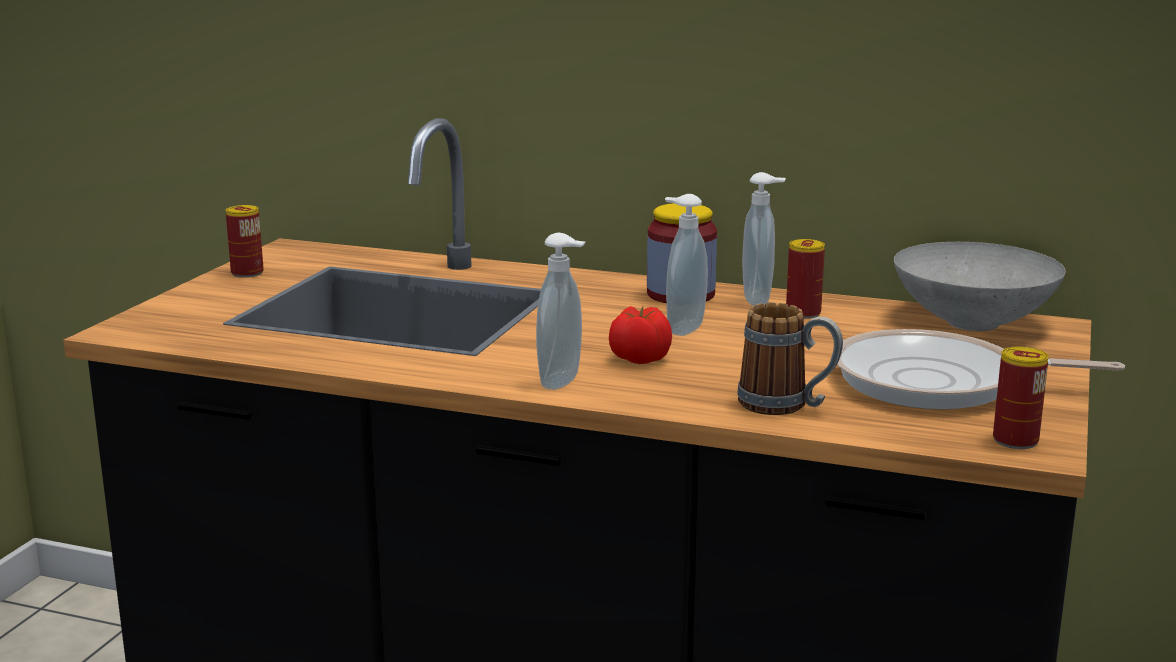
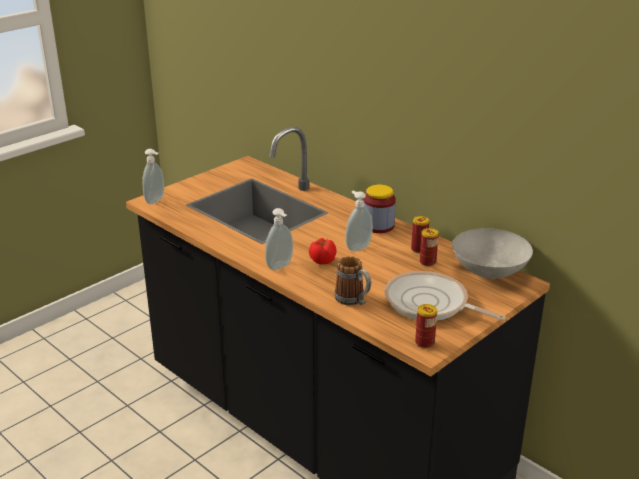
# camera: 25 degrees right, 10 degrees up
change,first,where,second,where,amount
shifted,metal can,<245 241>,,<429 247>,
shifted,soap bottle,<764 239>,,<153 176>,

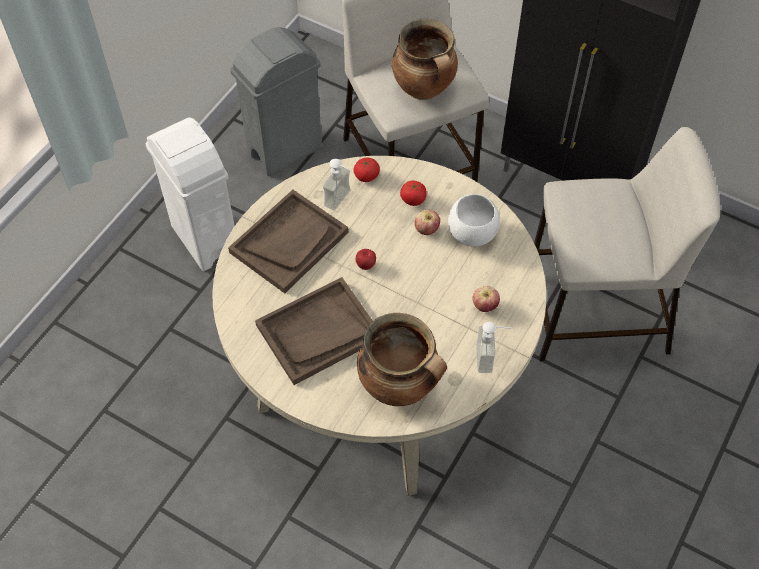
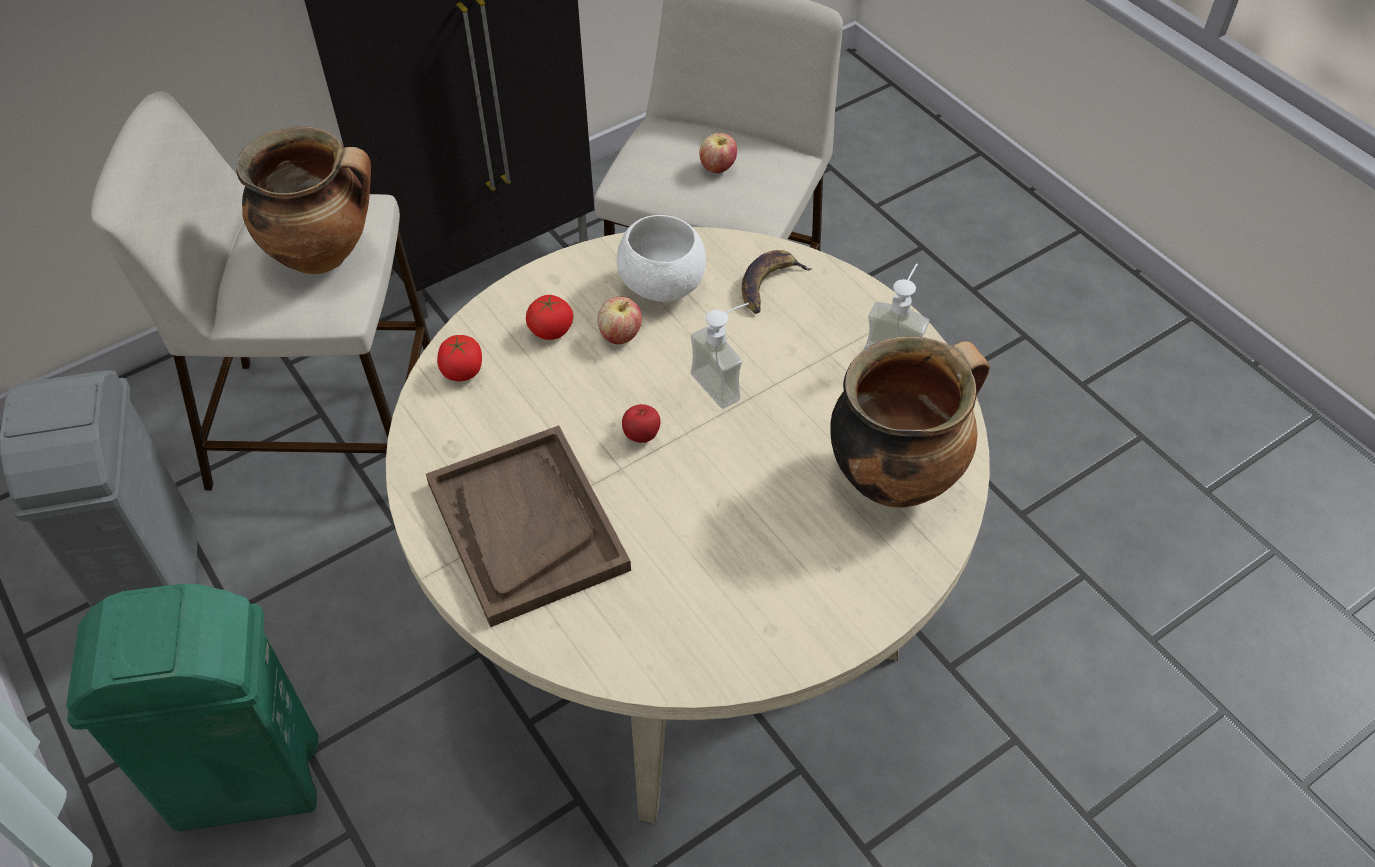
# camera: 65 degrees left, 5 degrees down
change,first,where,second,where,amount
repainted,white trash can,<190 194>,green trash can,<192 707>,
gone,brown-coloured serving tray,<314 331>,,,
shifted,soap bottle,<338 184>,,<720 356>,
shifted,apple,<486 299>,,<718 153>,
new,,,banana fruit,<777 282>,

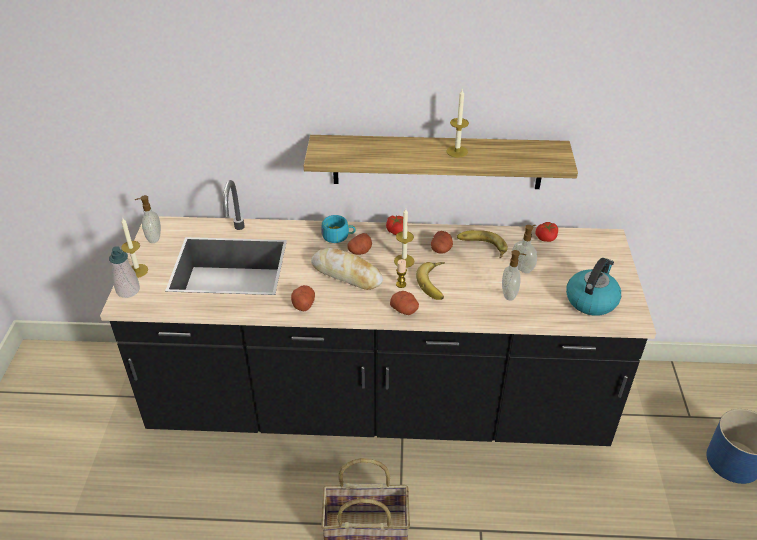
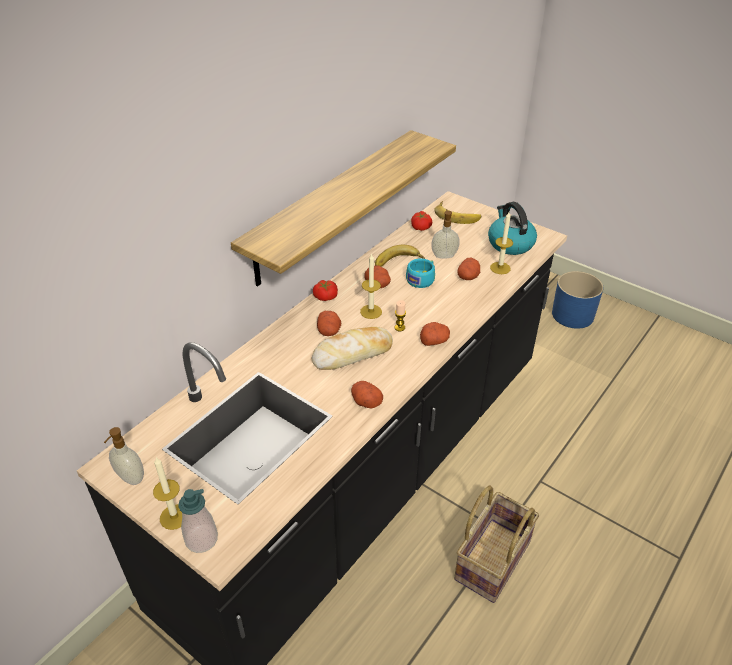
# camera: 55 degrees left, 0 degrees up
change,first,where,second,where,amount
shifted,turquoise-coloured small cup,<338 229>,,<420 273>,
shifted,banana fruit,<430 281>,,<457 212>,
shifted,candle,<457 123>,,<501 243>,
swapped,soap bottle,<514 275>,potato,<468 269>,

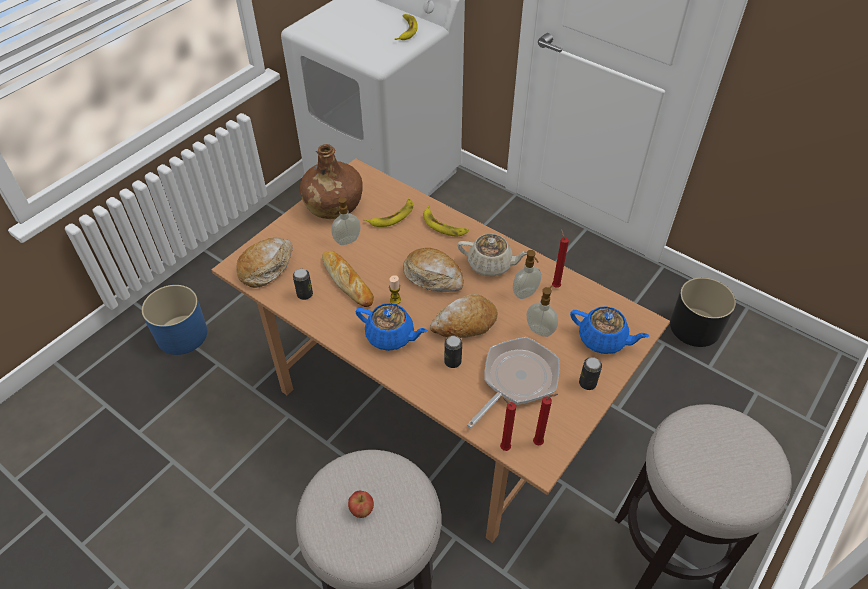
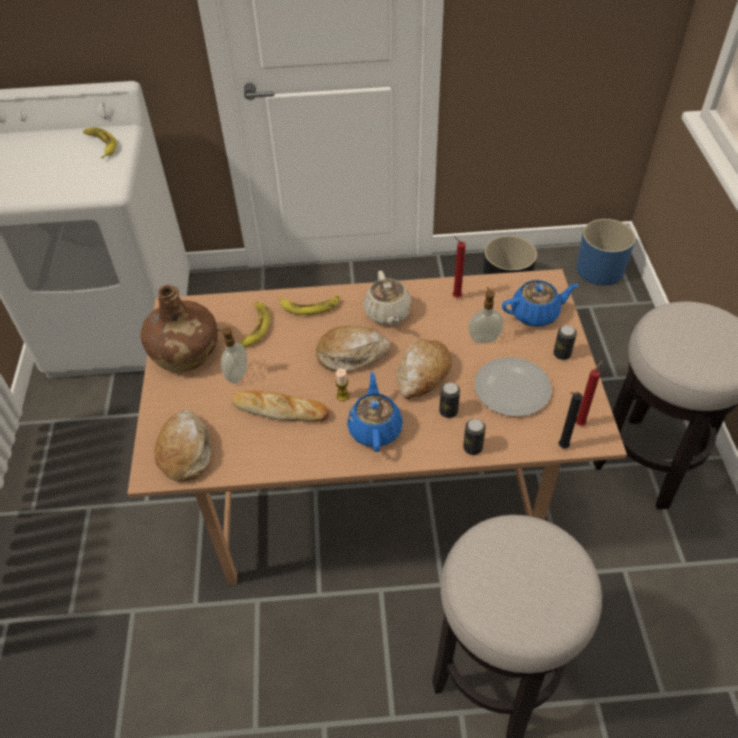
# camera: 40 degrees left, 0 degrees up
change,first,where,second,where,amount
shifted,bluish plant pot,<174 320>,,<605 252>,
shifted,metal can,<303 284>,,<474 437>,
gone,apple,<361 504>,,,
rotated,bluish teapot,<392 327>,,<375 412>,75 degrees counterclockwise
rotated,beige teapot,<492 255>,,<388 298>,105 degrees clockwise
swapped,frying pan,<513 382>,plate,<513 387>,
repainted,reddish candle,<508 424>,black candle,<571 420>,
gone,soap bottle,<527 274>,,,

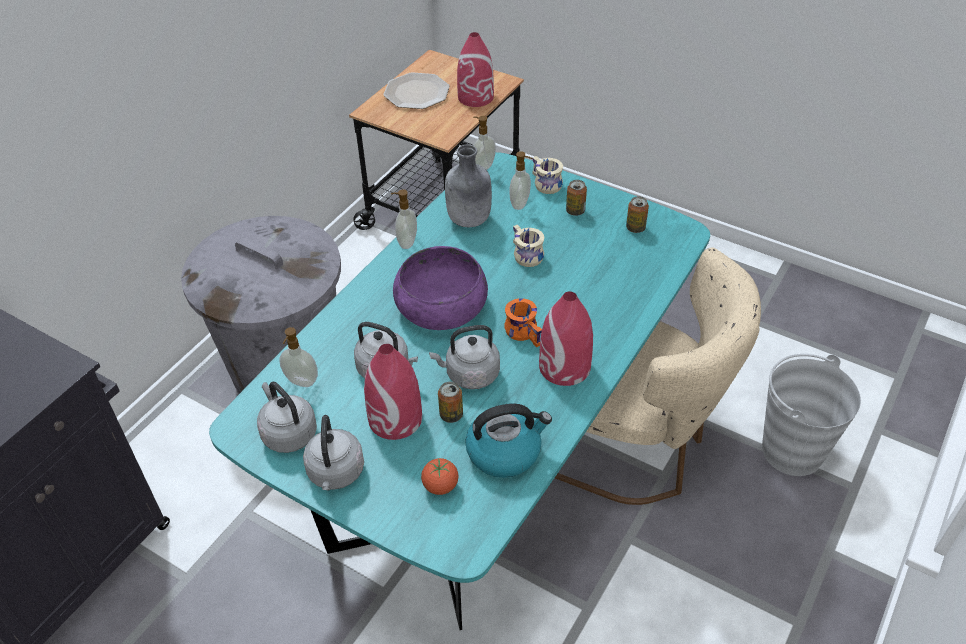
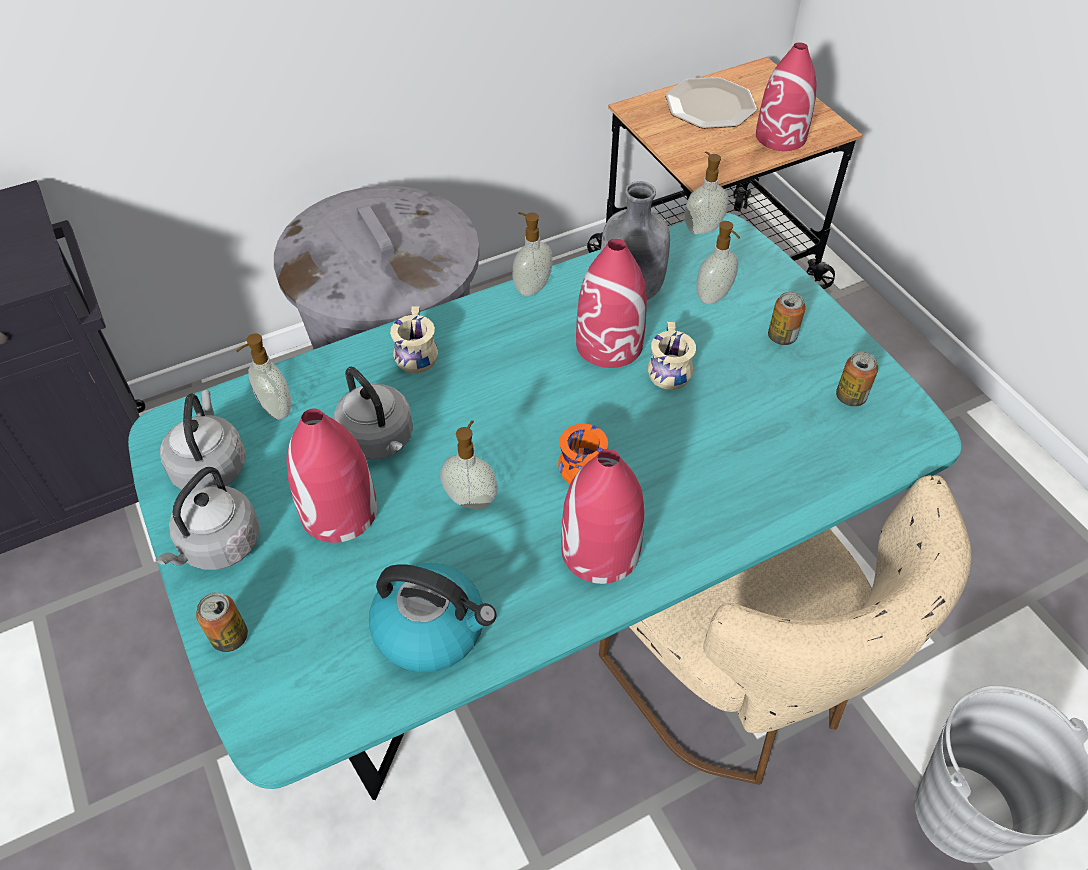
# camera: 30 degrees right, 5 degrees up
change,first,where,second,where,amount
gone,purple serving bowl,<440 288>,,,
gone,whole tomato,<439 476>,,,
swapped,grey tea kettle,<464 357>,soap bottle,<469 465>,
shifted,metal can,<450 402>,,<222 622>,
shifted,beige coffee mug,<547 175>,,<414 340>,
new,,,reddish vase,<611 303>,

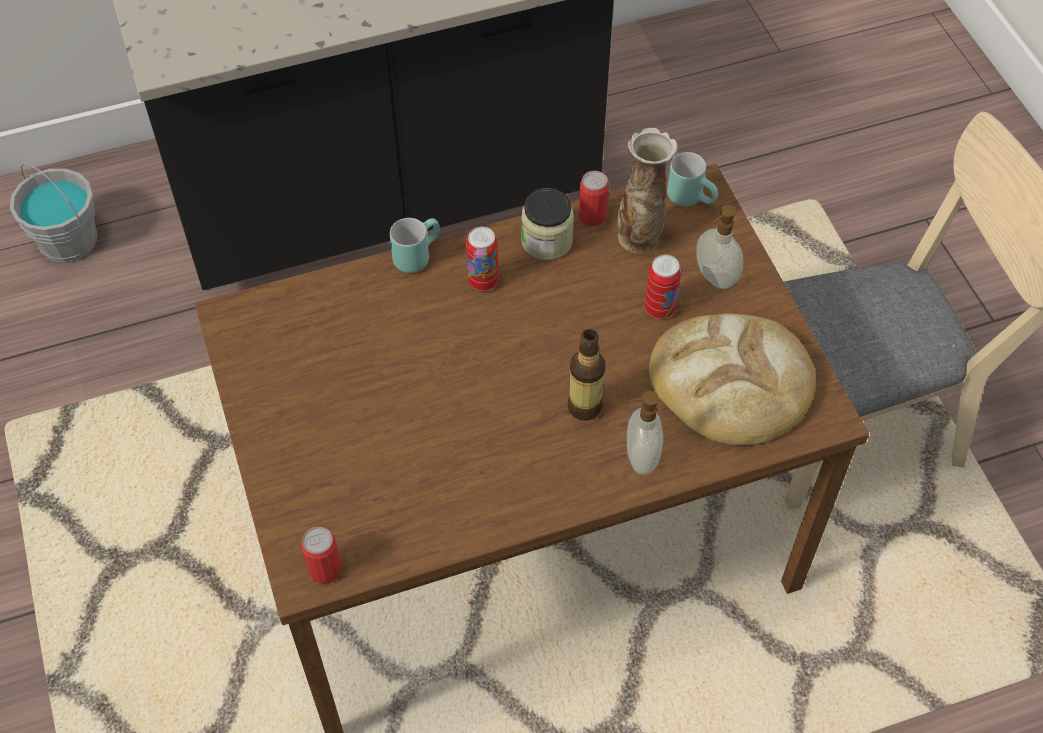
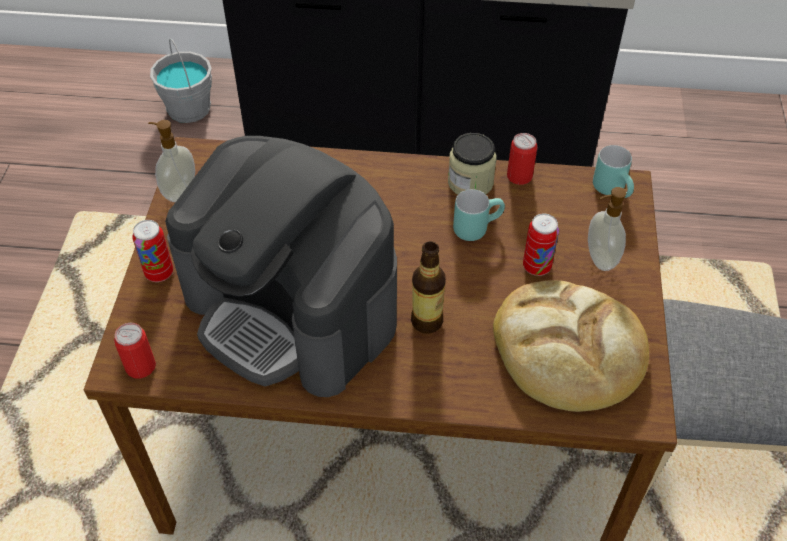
# camera: 25 degrees right, 5 degrees down
change,first,where,second,where,amount
shifted,turquoise-coloured coffee mug,<415 245>,,<479 215>,
shifted,metal can,<482 259>,,<152 251>,
gone,vase,<647 191>,,,
shifted,soap bottle,<645 433>,,<171 161>,
new,,,coffee maker,<281 266>,

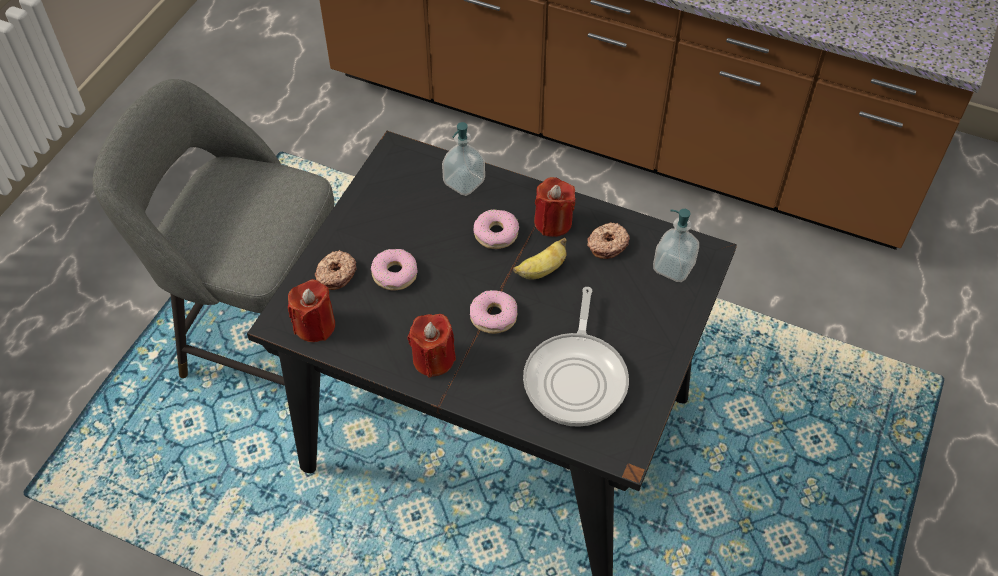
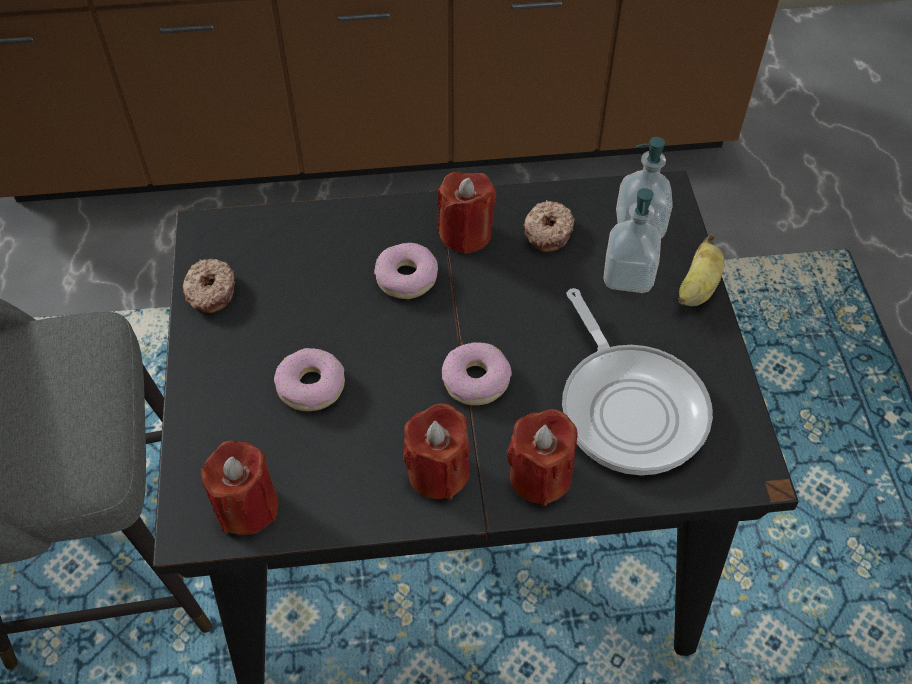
# camera: 30 degrees left, 0 degrees up
change,first,where,second,where,amount
shifted,donut,<336 270>,,<209 286>,
shifted,soap bottle,<463 159>,,<632 240>,
shifted,banana fruit,<540 259>,,<701 270>,
new,,,reddish candle,<542 457>,

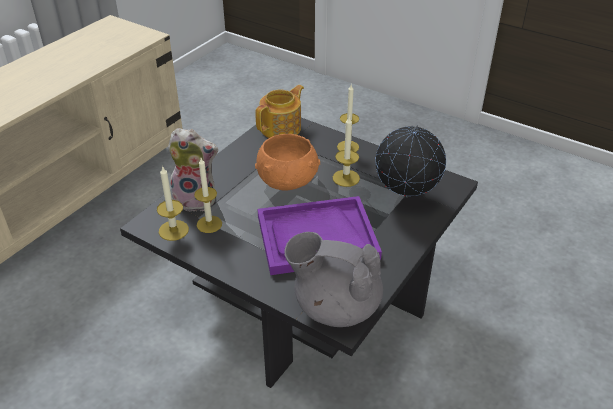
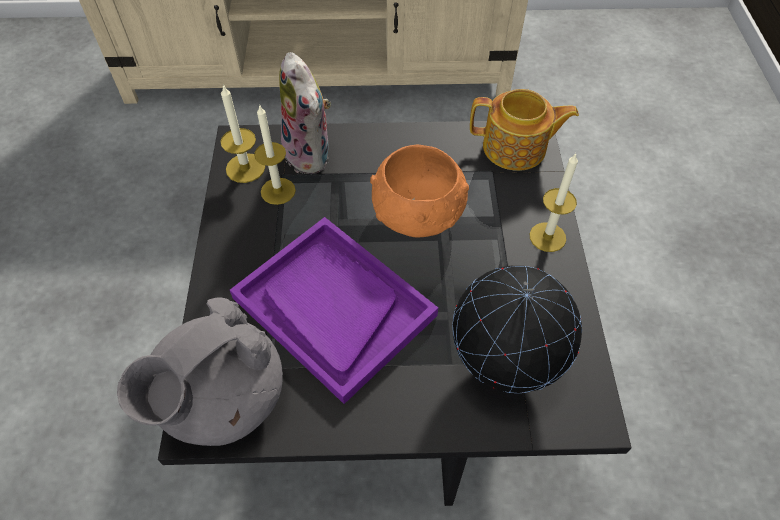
# camera: 55 degrees right, 15 degrees up
change,first,where,second,where,amount
rotated,grey teapot,<333 279>,,<200 371>,120 degrees counterclockwise
gone,candle,<346 152>,,,

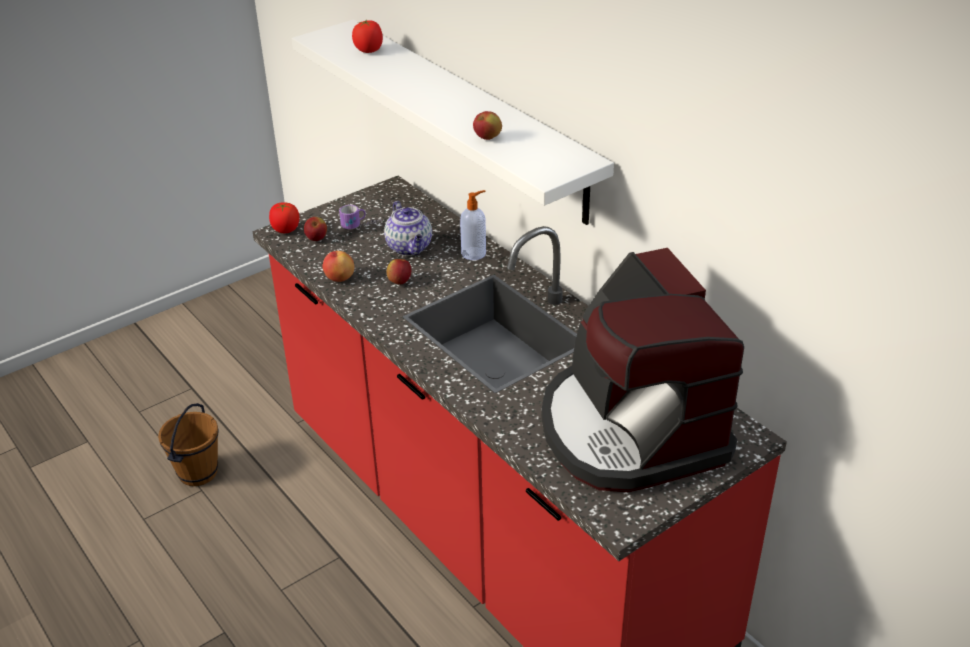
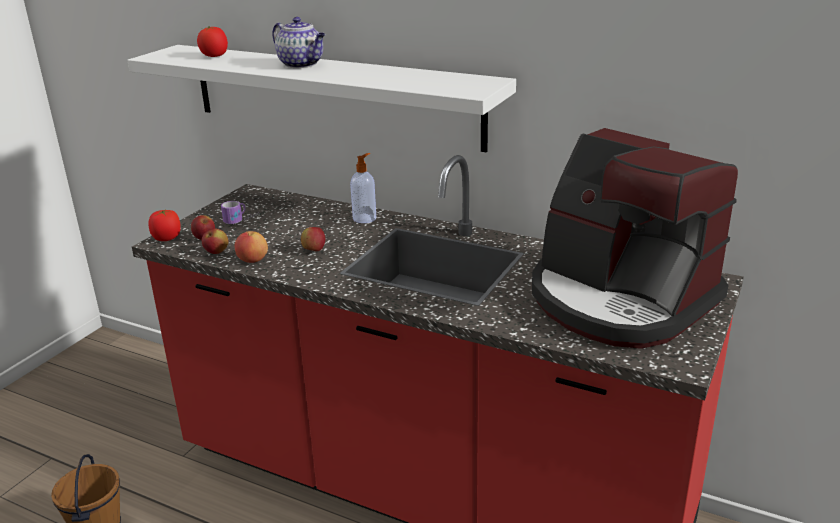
# camera: 25 degrees left, 10 degrees down
change,first,where,second,where,amount
shifted,teapot,<408 228>,,<298 42>,
shifted,apple,<487 125>,,<215 241>,

